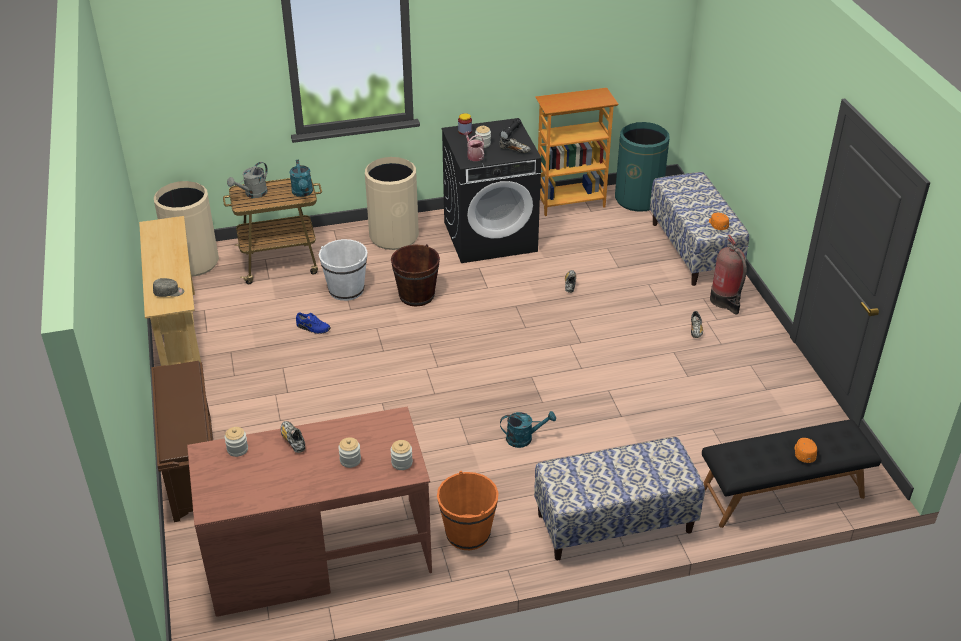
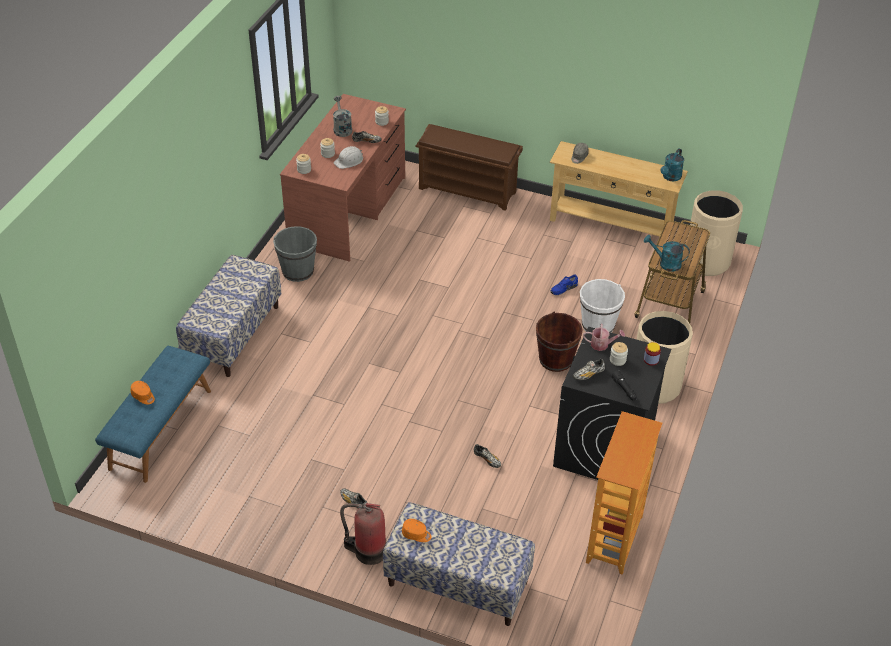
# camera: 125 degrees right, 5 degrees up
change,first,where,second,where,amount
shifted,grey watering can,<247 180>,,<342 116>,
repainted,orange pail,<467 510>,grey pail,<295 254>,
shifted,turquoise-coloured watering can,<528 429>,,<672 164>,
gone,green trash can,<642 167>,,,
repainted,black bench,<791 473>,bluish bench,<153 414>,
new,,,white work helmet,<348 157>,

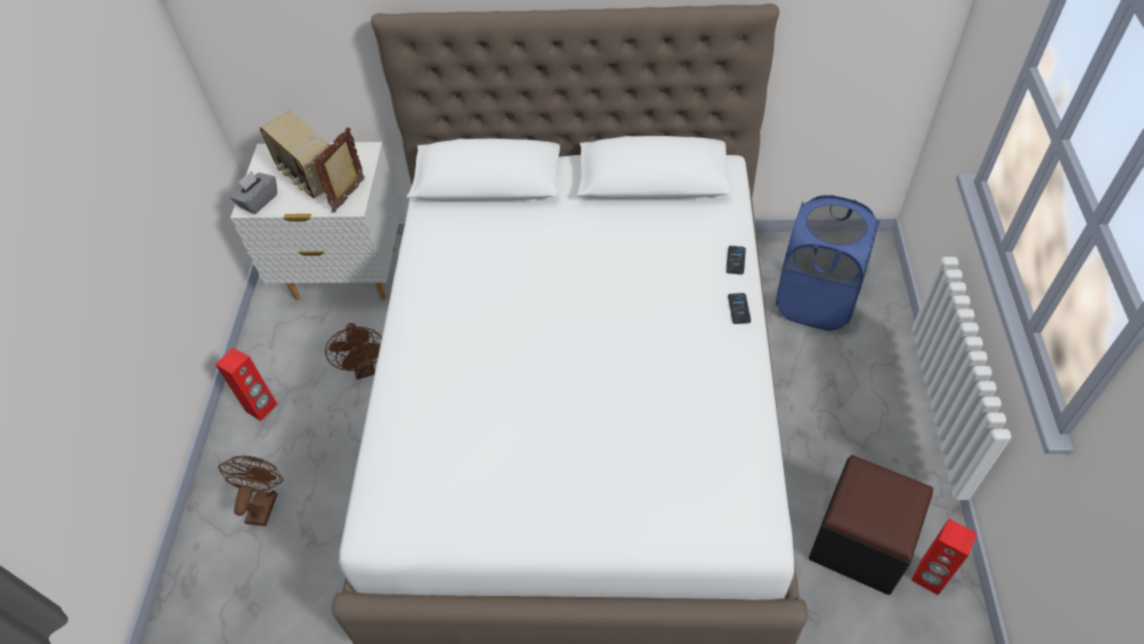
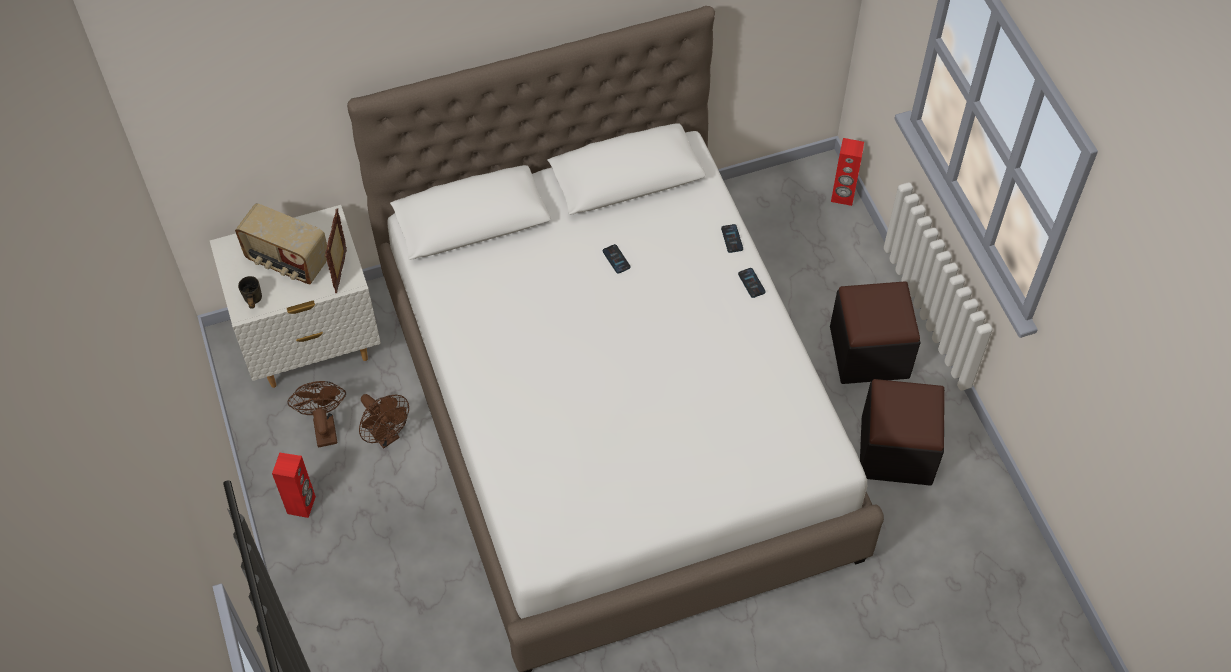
# camera: 25 degrees left, 5 degrees up
change,first,where,second,where,amount
shifted,brown-coloured electric fan,<251 491>,,<316 414>,
swapped,grey box of tissues,<253 192>,grey coffee mug,<250 292>,
gone,bluish washing basket,<828 263>,,,
shifted,reddish loudspeaker,<944 557>,,<847 172>,
new,,,telephone,<617 259>,
new,,,black pouffe,<875 332>,

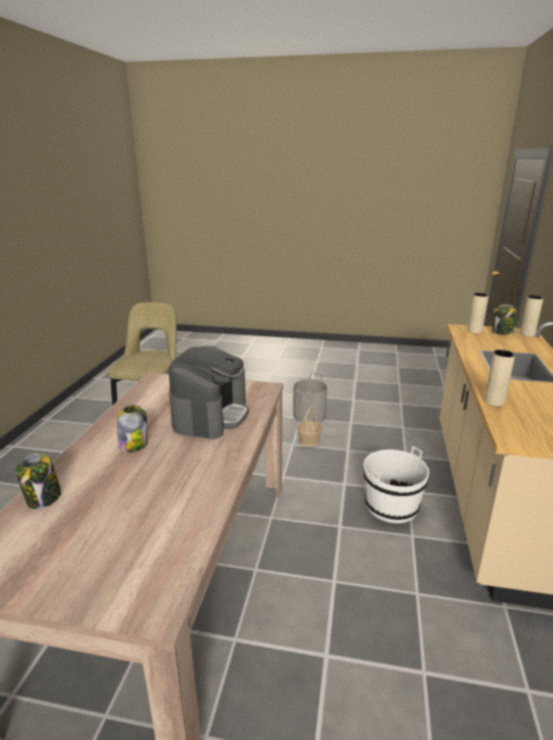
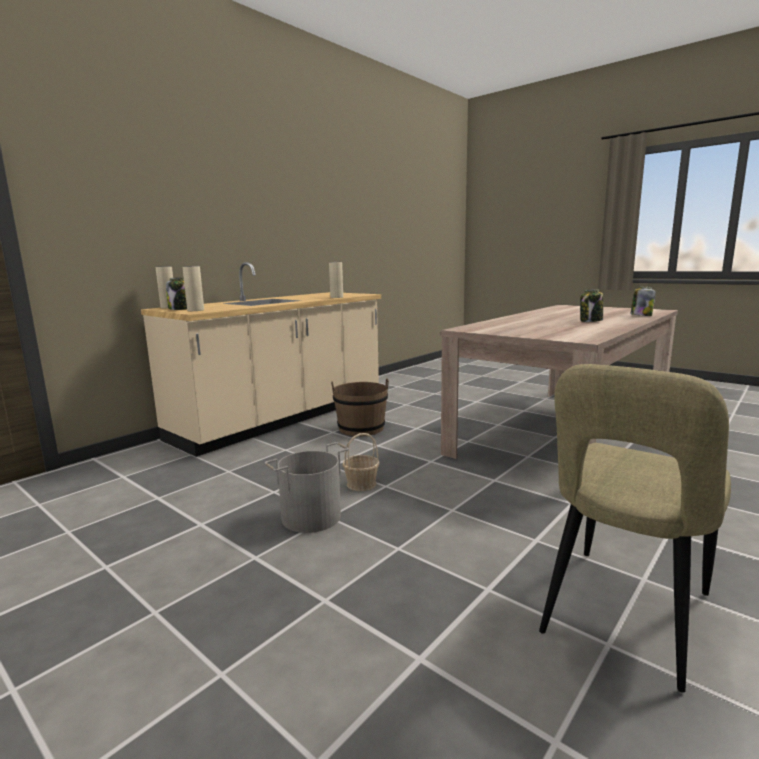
# camera: 150 degrees left, 10 degrees down
change,first,where,second,where,amount
gone,coffee maker,<209 392>,,,
repainted,white pail,<396 484>,brown-coloured pail,<360 407>,

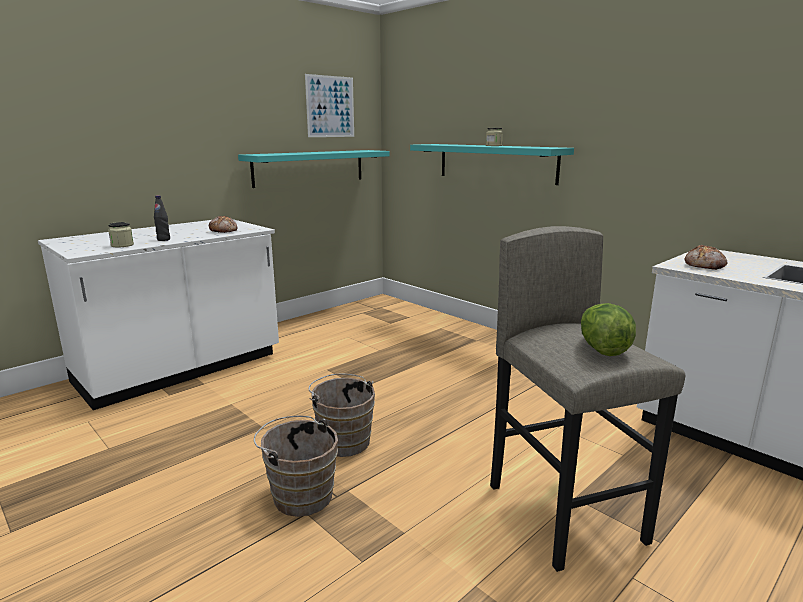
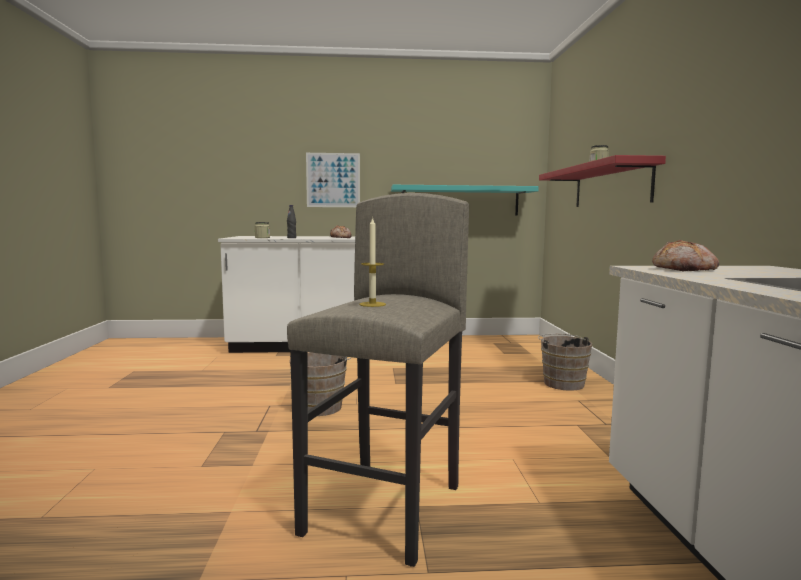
# camera: 40 degrees right, 10 degrees down
change,first,where,second,where,amount
shifted,brown-coloured pail,<296 466>,,<565 362>,
shifted,wall picture,<329 105>,,<333 180>,
repainted,turquoise-coloured shelf,<492 164>,reddish shelf,<602 181>,
swapped,lettuce head,<608 329>,candle,<372 262>,

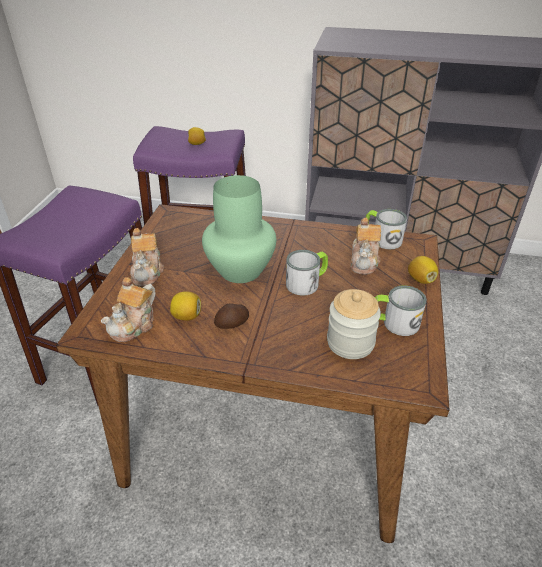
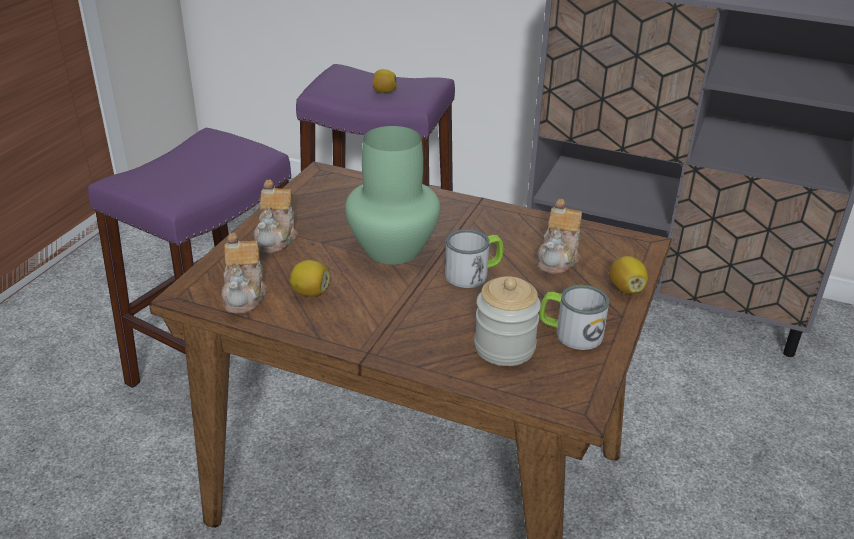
# camera: 10 degrees right, 5 degrees down
change,first,where,second,where,amount
rotated,teapot,<128 309>,,<244 272>,45 degrees counterclockwise
gone,potato,<231 316>,,,
gone,coffee mug,<386 229>,,,

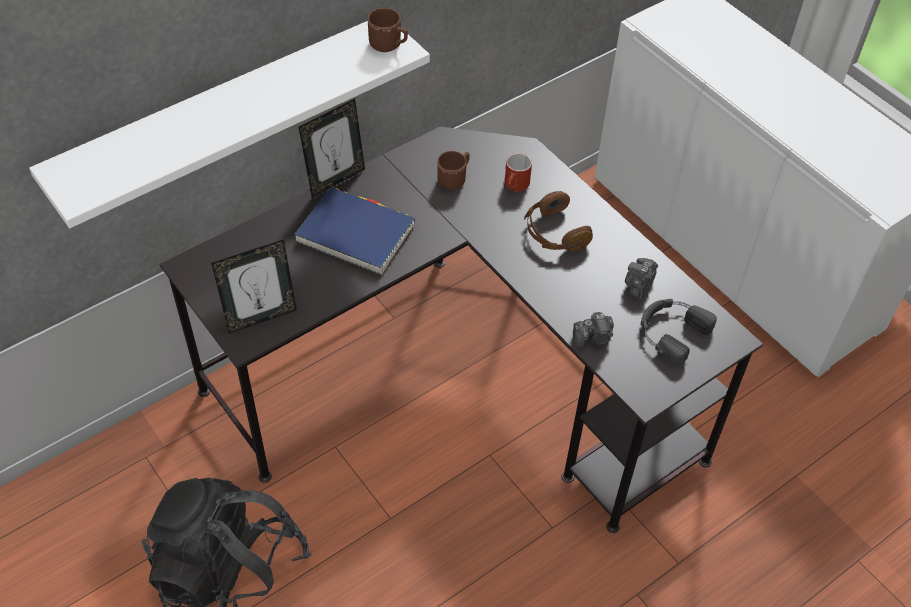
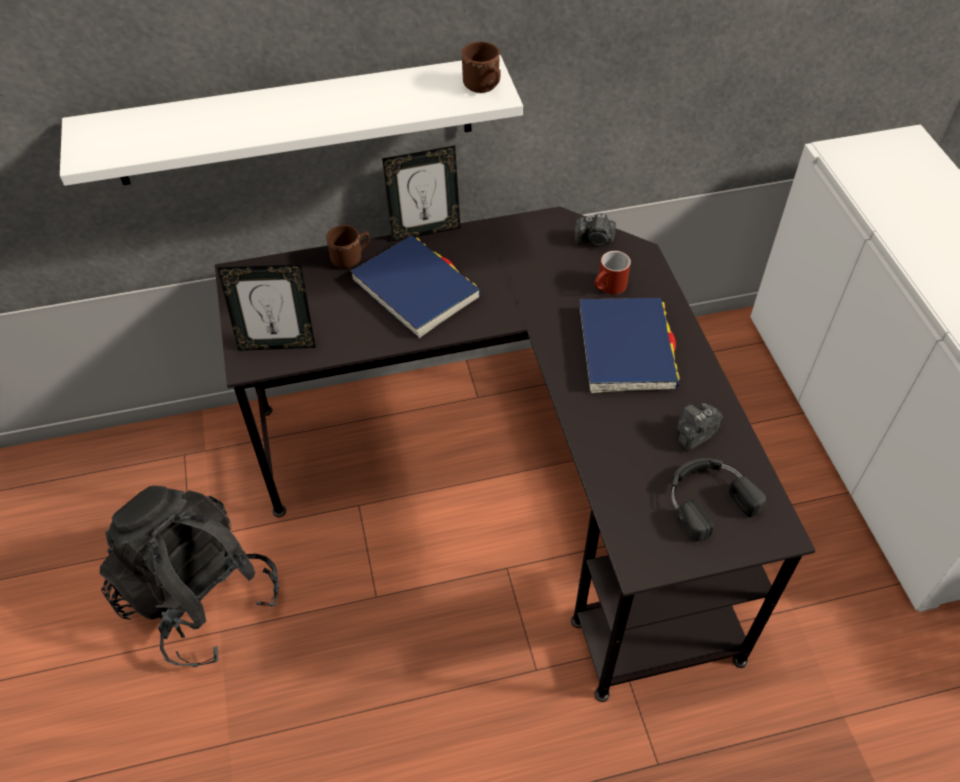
# camera: 25 degrees right, 0 degrees up
change,first,where,second,where,amount
shifted,brown-coloured coffee mug,<453 170>,,<348 246>,
swapped,brown-coloured headset,<558 221>,bluish book,<629 345>,
shifted,still camera,<593 330>,,<595 229>,

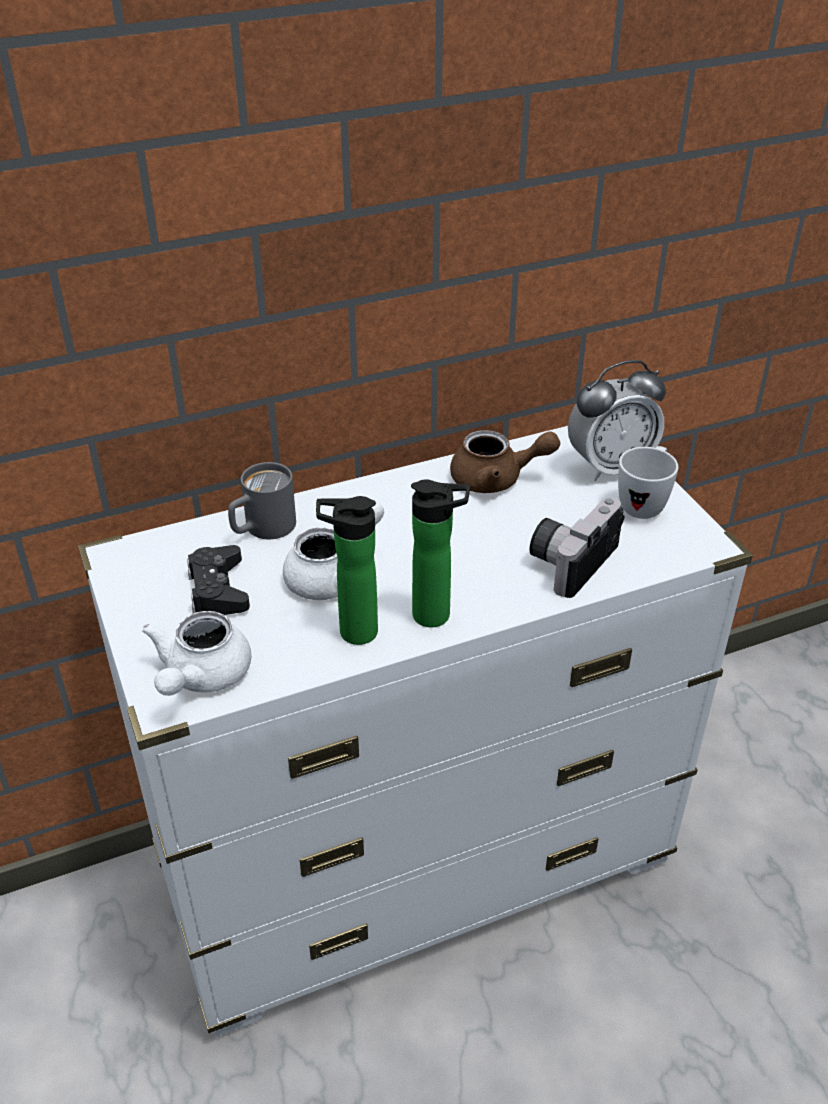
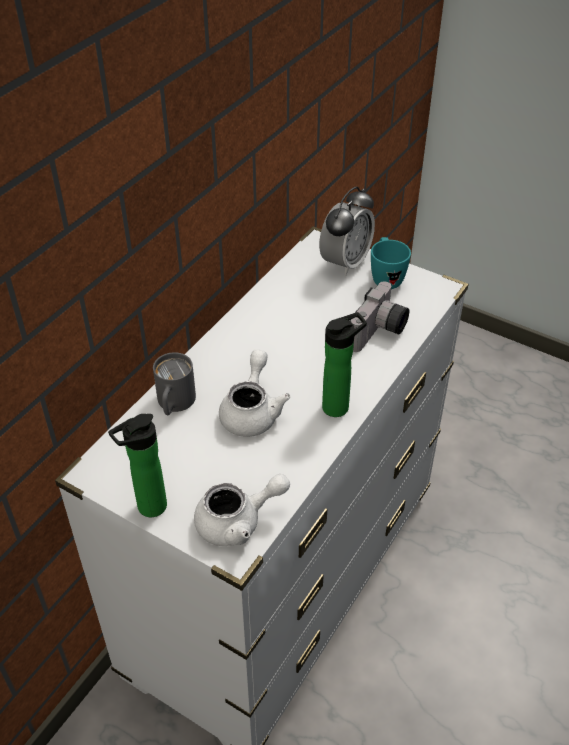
# camera: 35 degrees left, 5 degrees up
change,first,where,second,where,amount
rotated,white teapot,<196 653>,,<242 510>,90 degrees counterclockwise
gone,black joypad,<218 580>,,,
shifted,bottle,<347 570>,,<137 465>,
gone,brown-coloured teapot,<505 461>,,,
rotated,still camera,<577 547>,,<379 317>,150 degrees counterclockwise
repainted,white coffee mug,<648 482>,turquoise-coloured coffee mug,<391 263>,

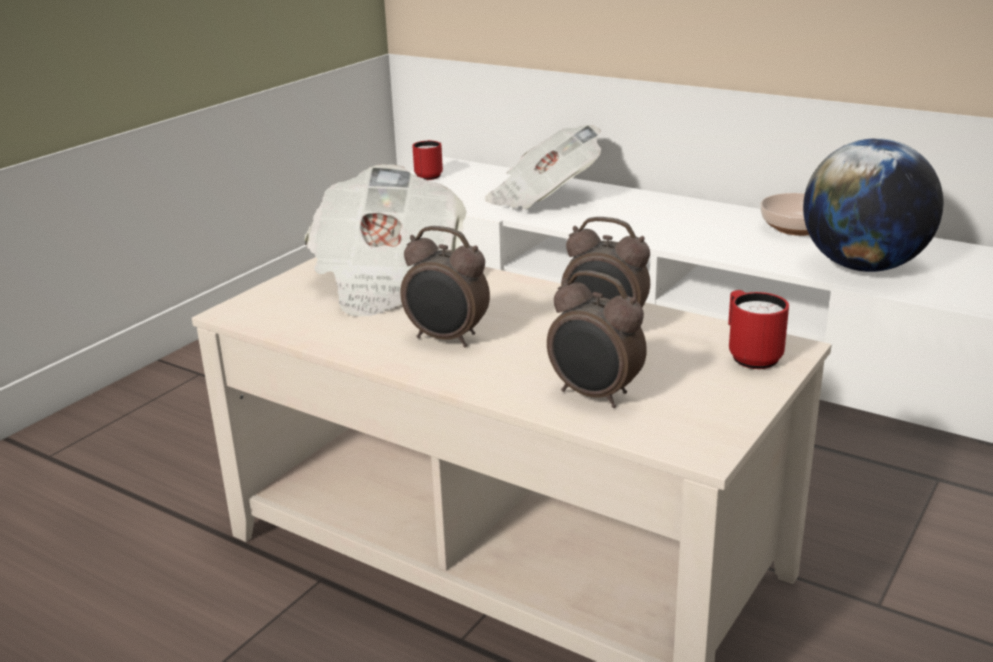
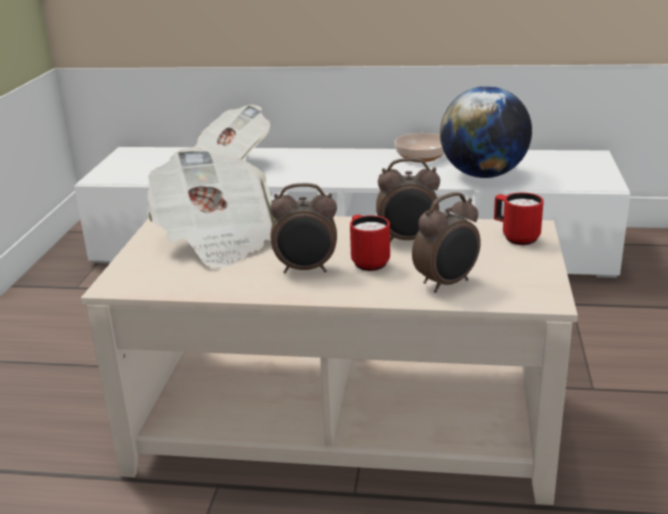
# camera: 25 degrees left, 0 degrees up
change,first,where,second,where,amount
shifted,reddish coffee mug,<427 160>,,<370 243>,
rotated,bedside clock,<597 339>,,<446 242>,45 degrees counterclockwise

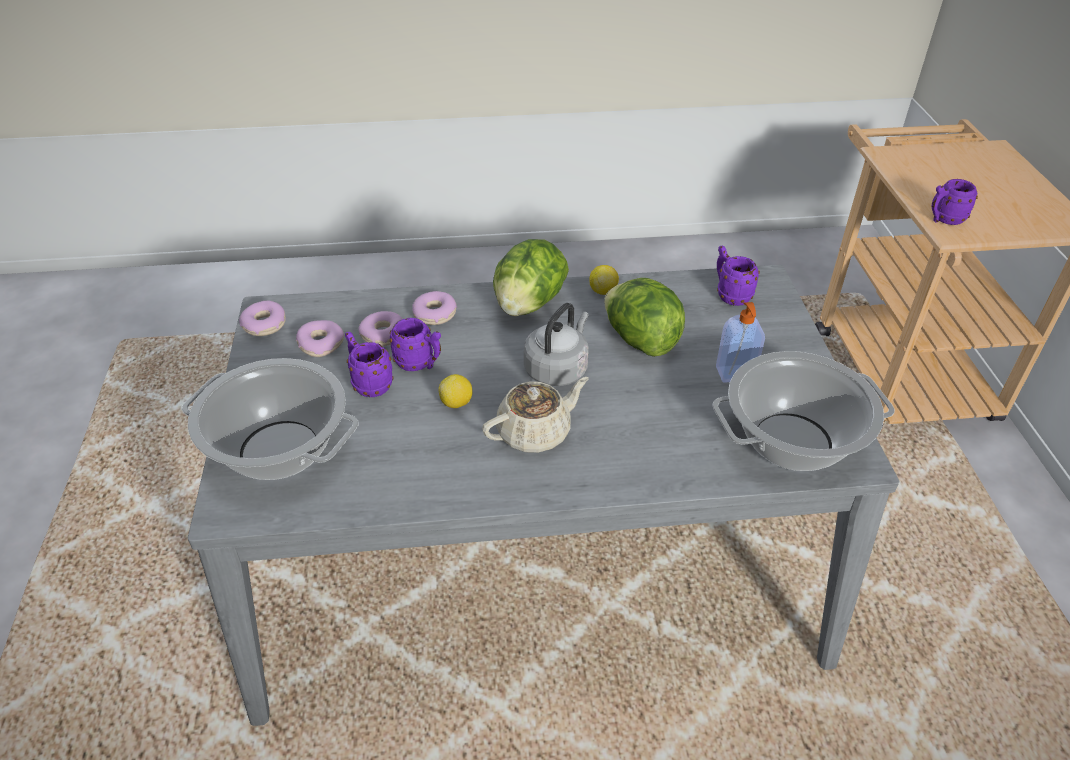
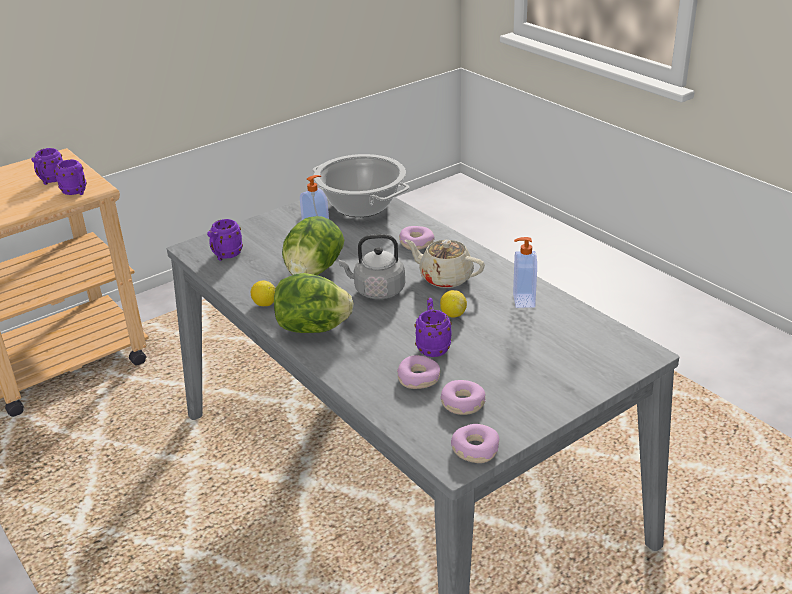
# camera: 120 degrees left, 10 degrees down
change,first,where,second,where,amount
gone,saucepot,<270 419>,,,
shifted,purple coffee mug,<369 364>,,<47 166>,
shifted,donut,<434 308>,,<416 238>,
new,,,soap bottle,<525 272>,

